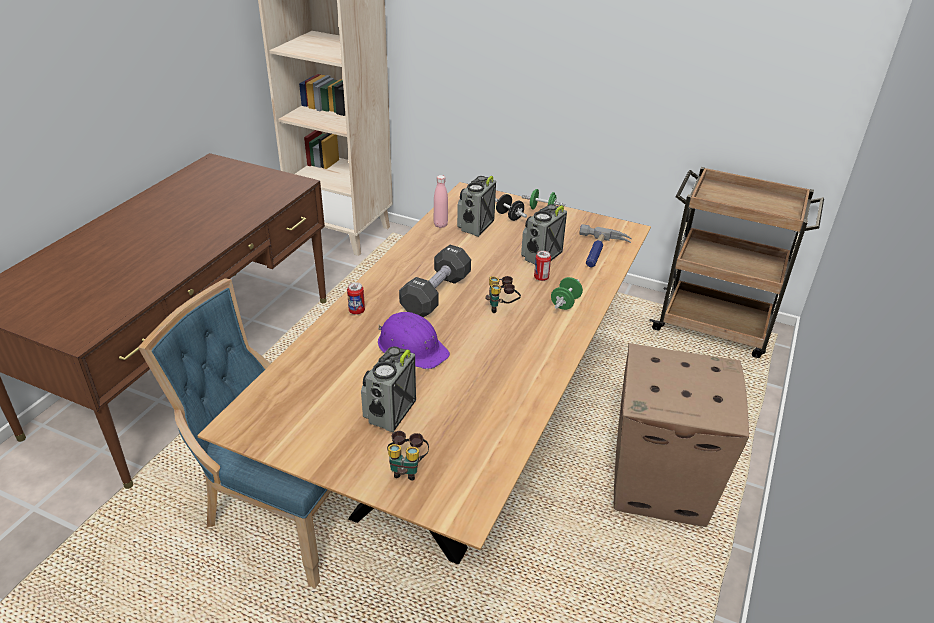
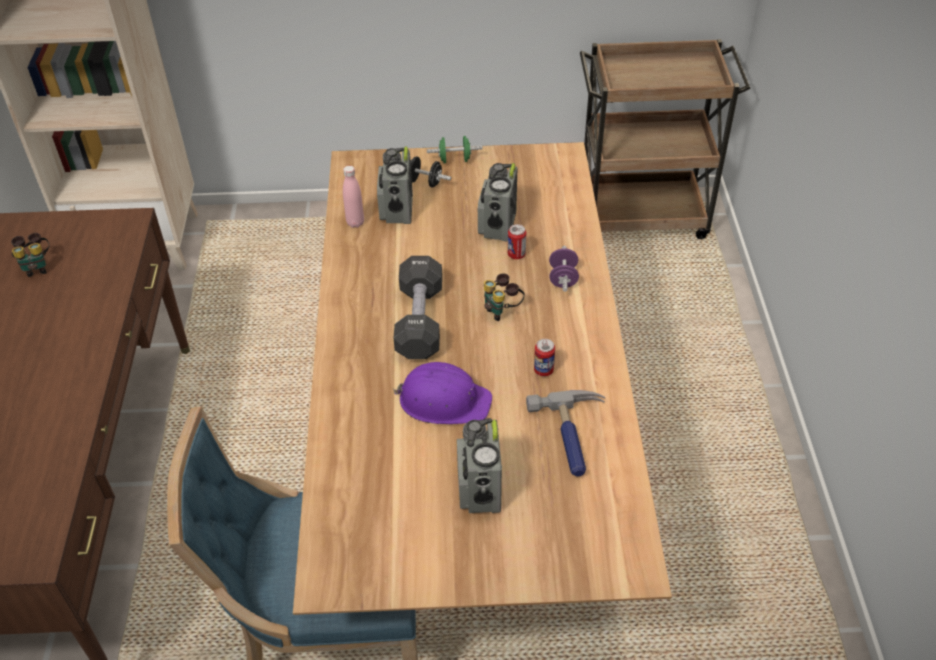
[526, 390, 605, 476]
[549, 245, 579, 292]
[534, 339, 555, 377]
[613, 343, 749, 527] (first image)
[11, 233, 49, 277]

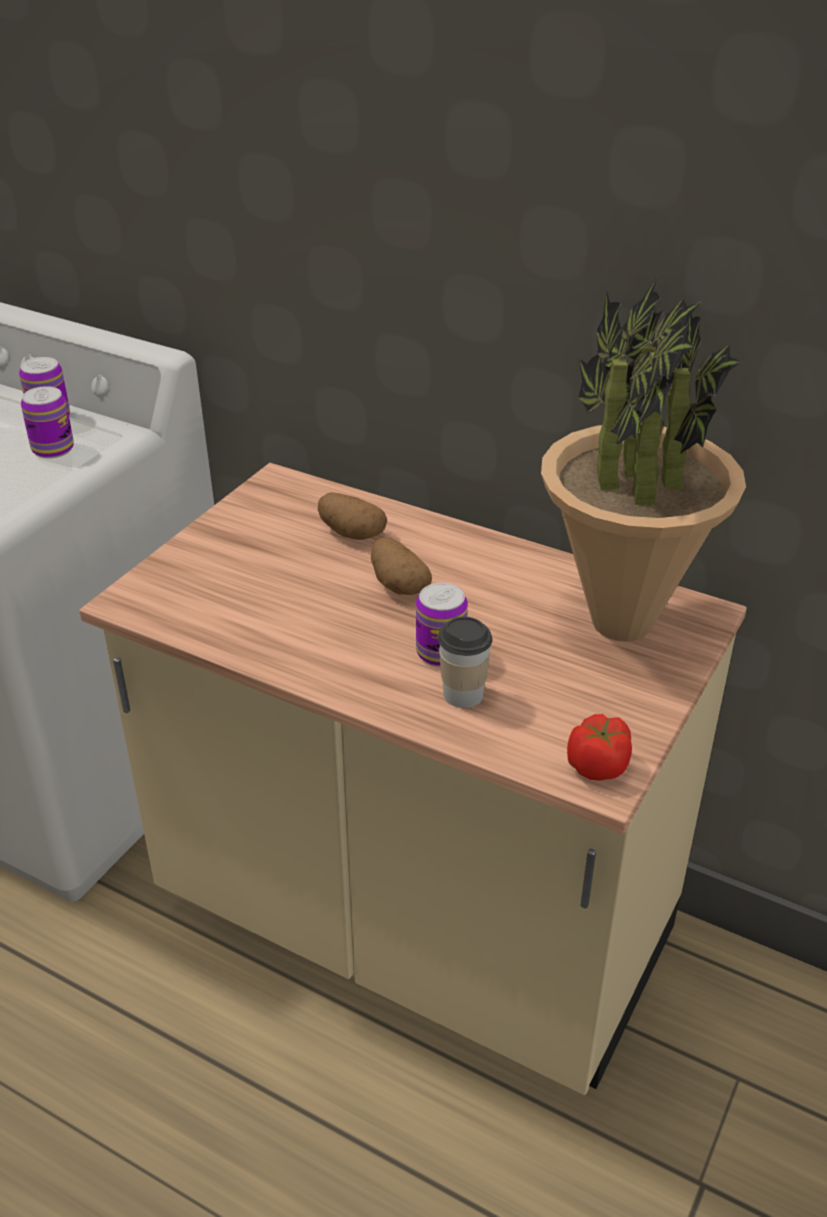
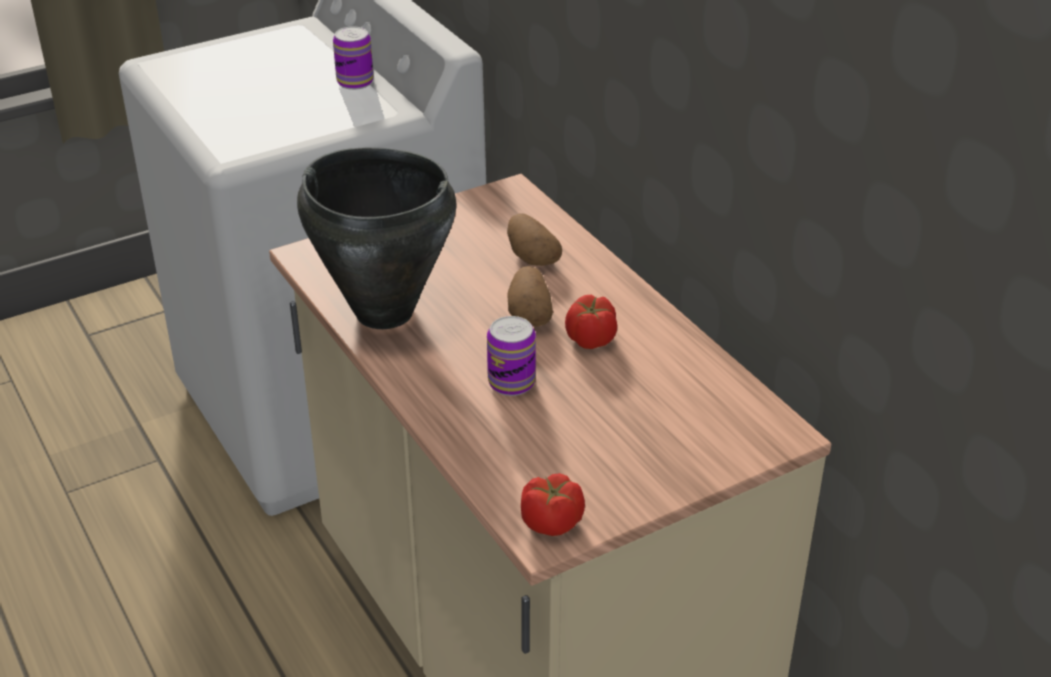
[541, 277, 746, 642] (first image)
[21, 386, 74, 459] (first image)
[438, 616, 492, 708] (first image)
[297, 147, 456, 329]
[565, 295, 617, 349]

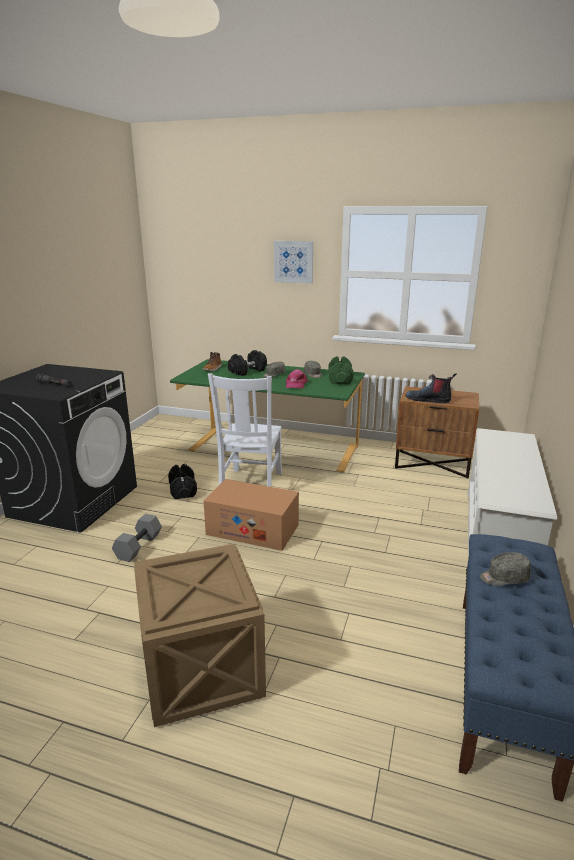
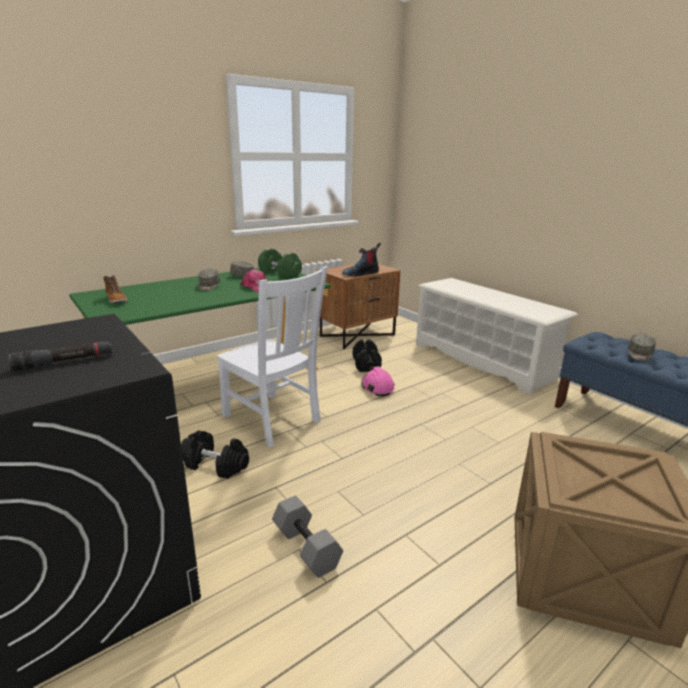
[274, 241, 313, 284] (first image)
[353, 339, 382, 372]
[204, 479, 299, 551] (first image)
[361, 366, 395, 396]

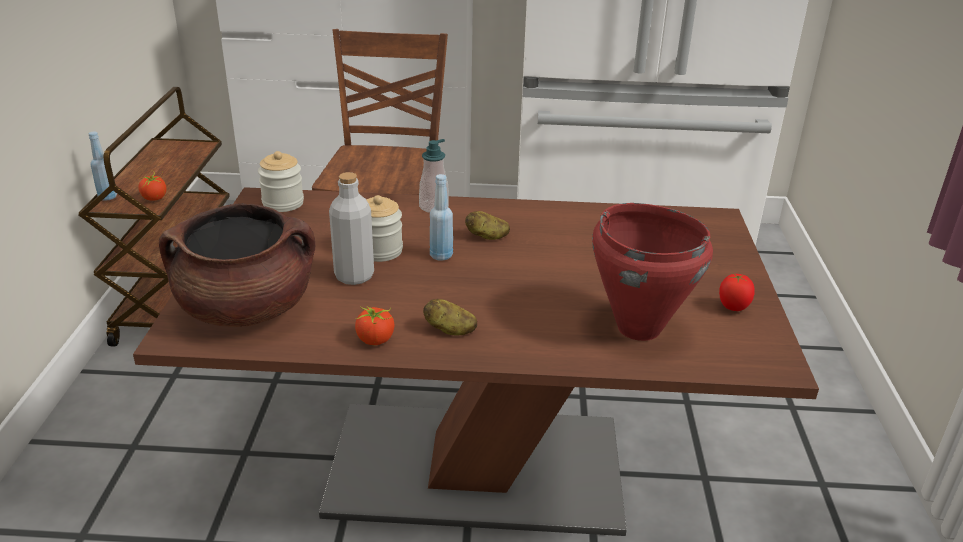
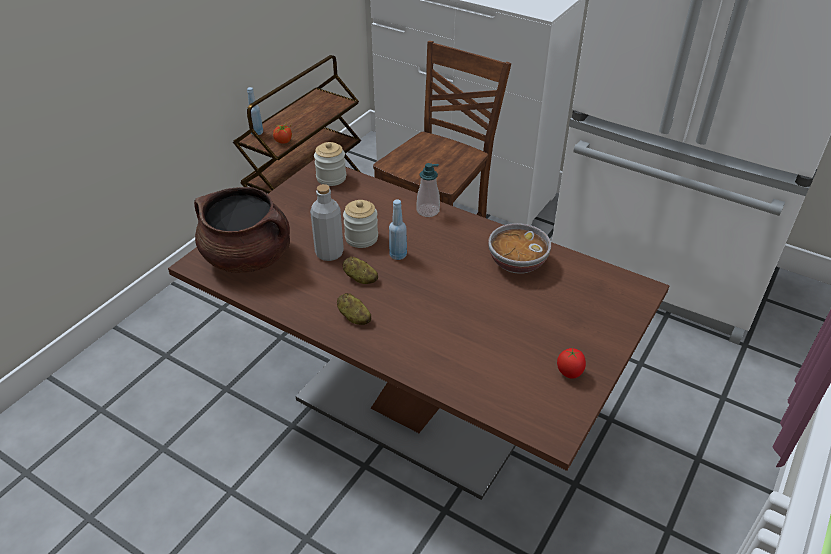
[592, 203, 713, 341] (first image)
[343, 257, 378, 284]
[355, 306, 394, 345] (first image)
[488, 223, 551, 274]

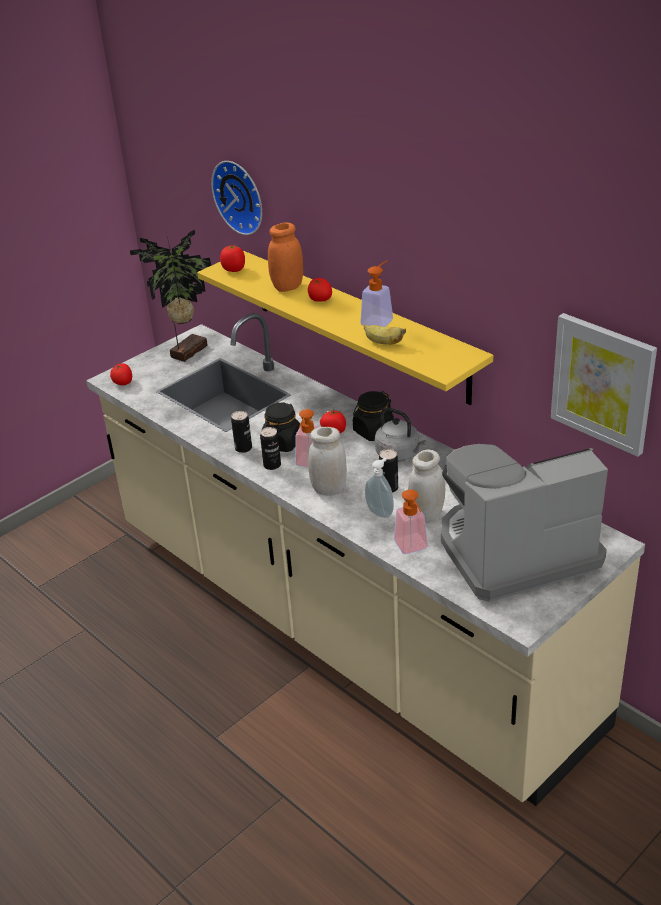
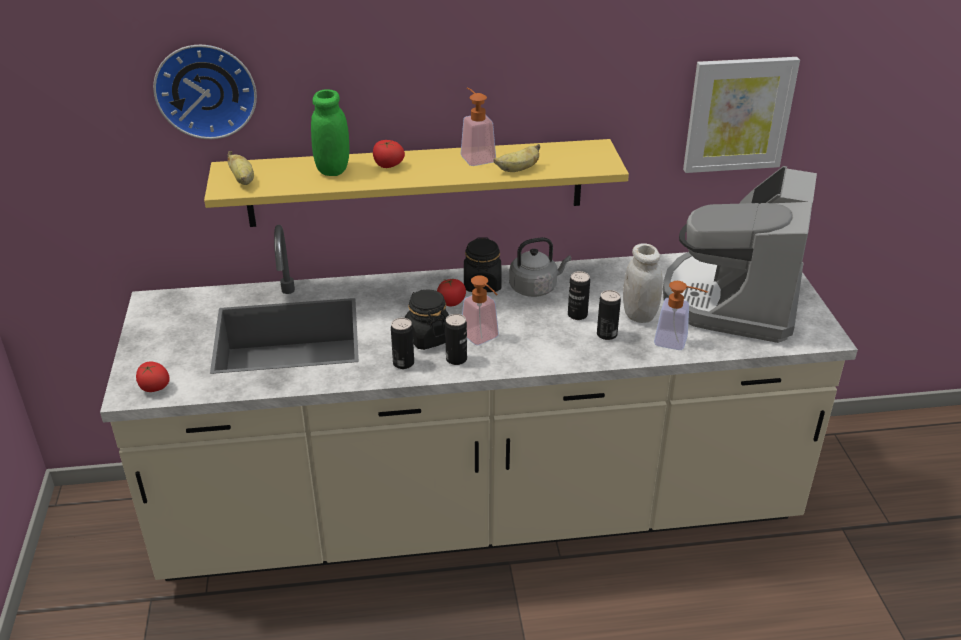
[311, 89, 349, 176]
[130, 229, 211, 362] (first image)
[227, 151, 254, 185]
[308, 427, 347, 496] (first image)
[597, 290, 621, 340]

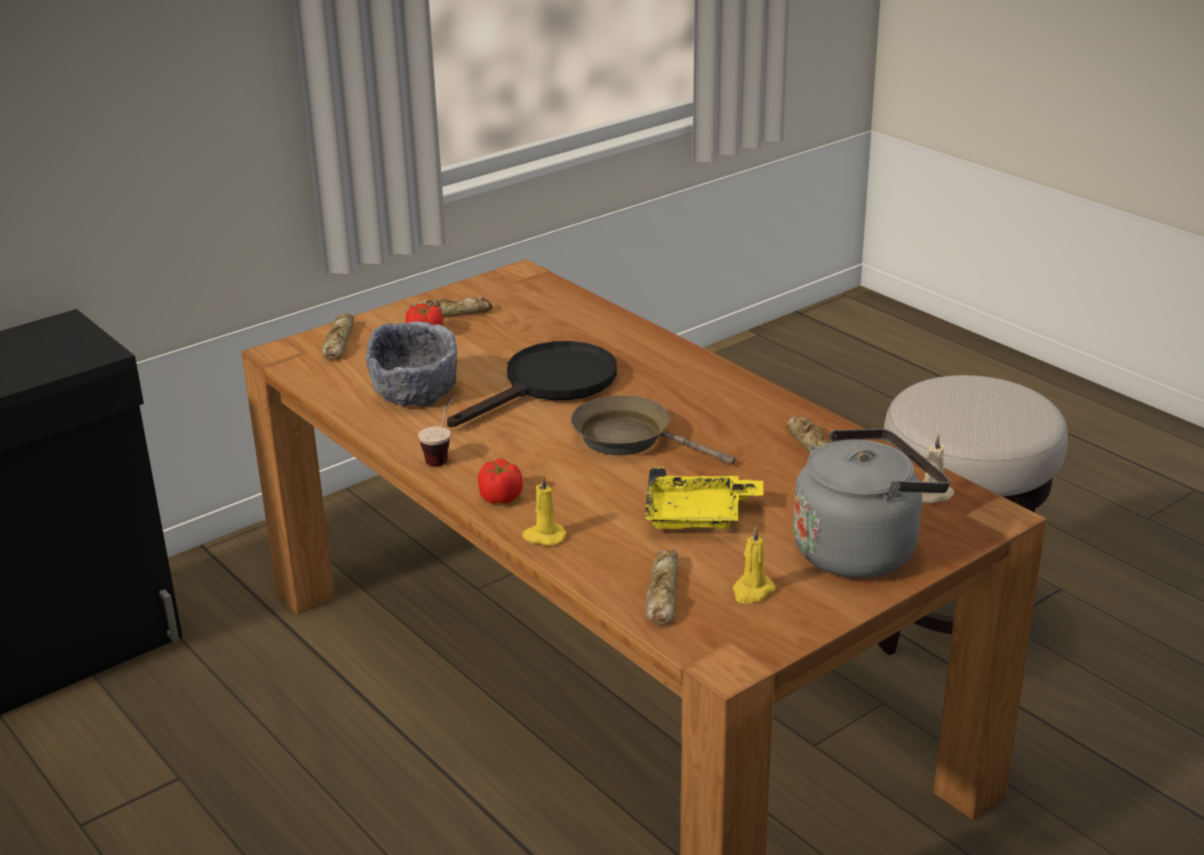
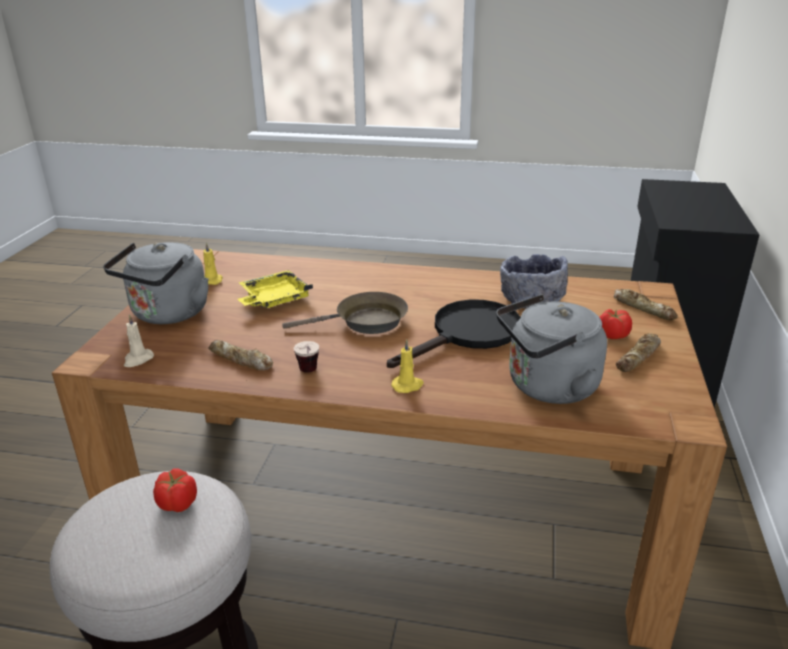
[387, 299, 521, 368]
[294, 341, 319, 373]
[153, 468, 197, 512]
[391, 339, 424, 393]
[646, 550, 678, 625] (first image)
[496, 294, 607, 404]

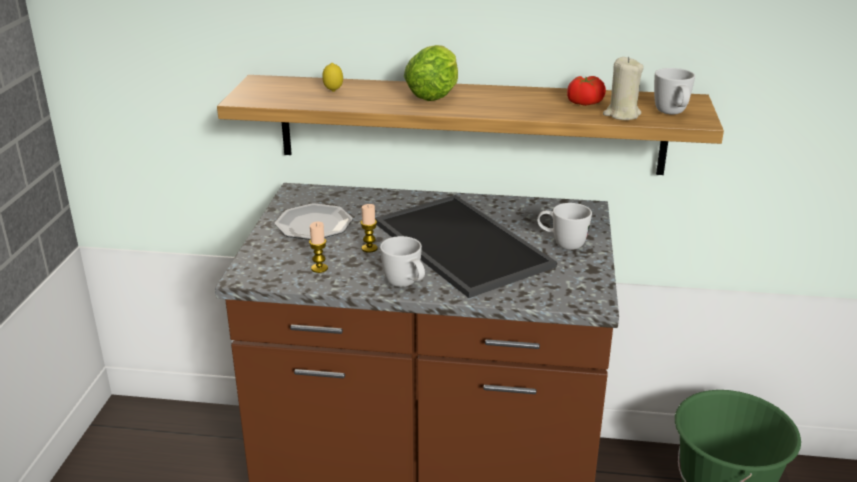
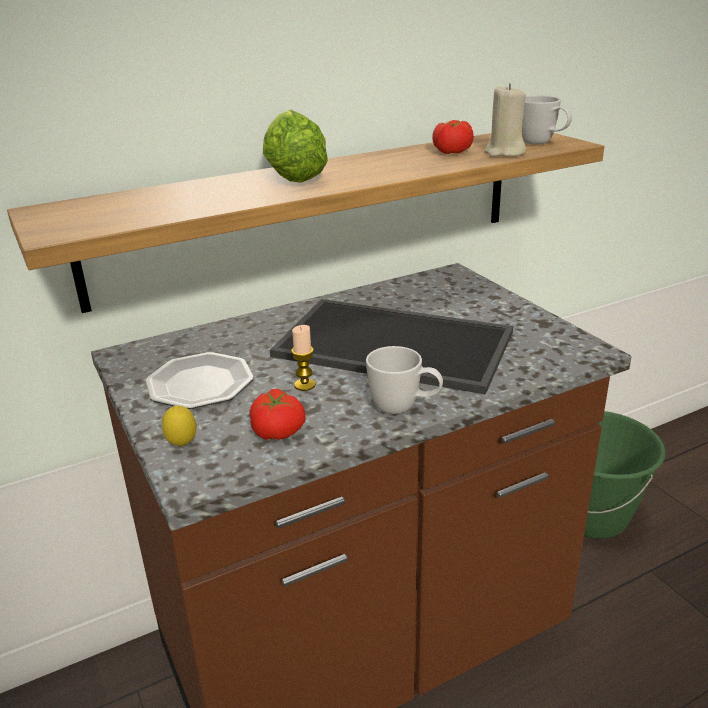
[162, 405, 196, 446]
[537, 203, 592, 250] (first image)
[249, 389, 306, 440]

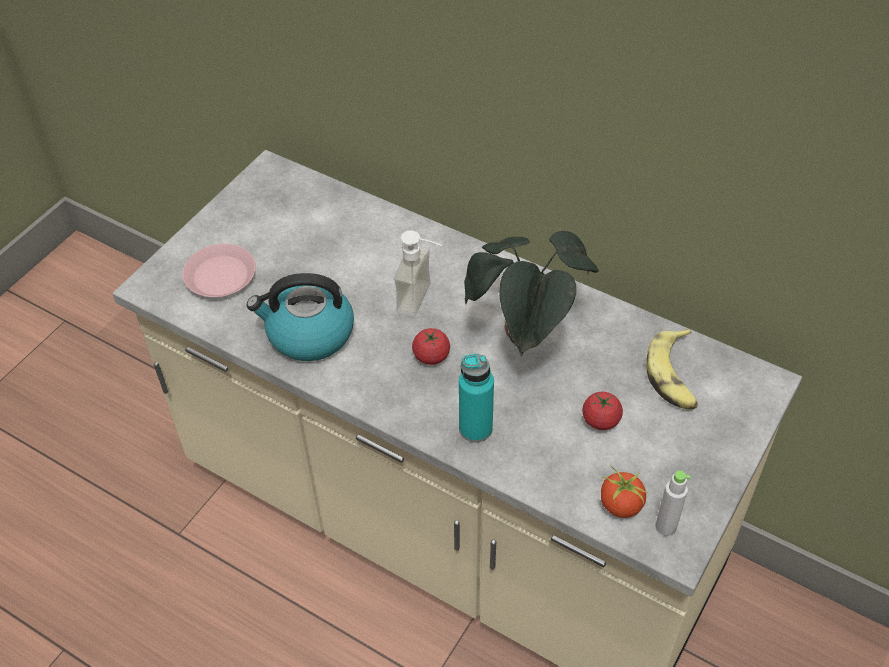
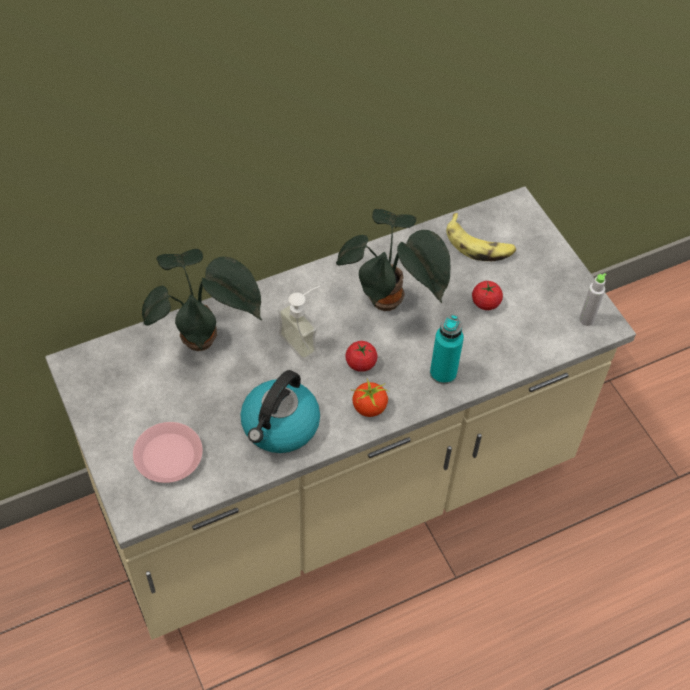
[352, 379, 389, 417]
[142, 249, 262, 351]

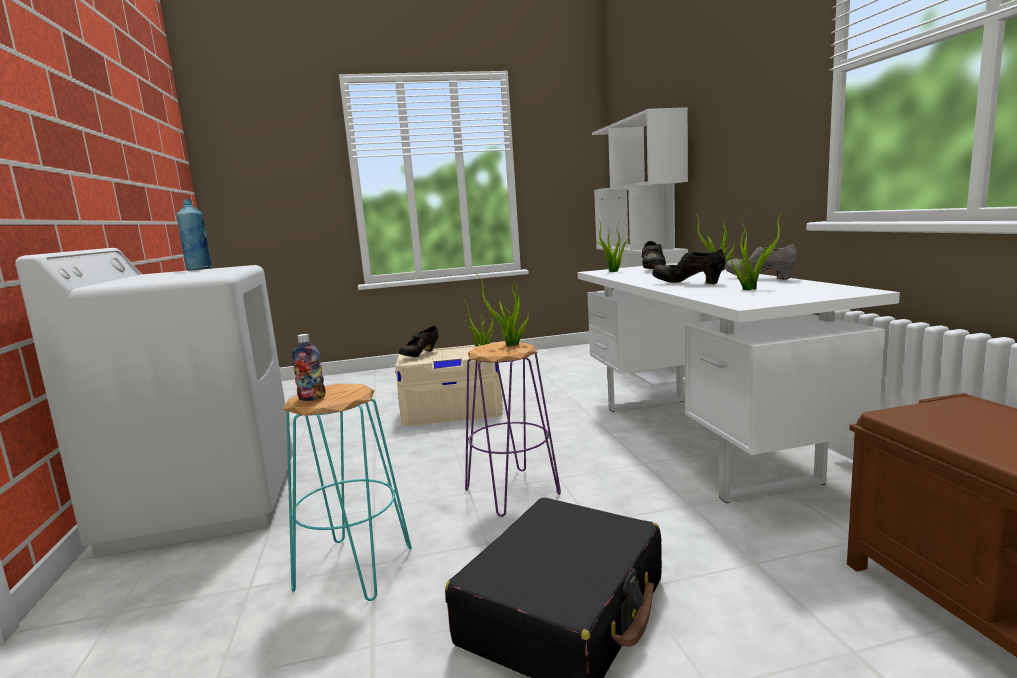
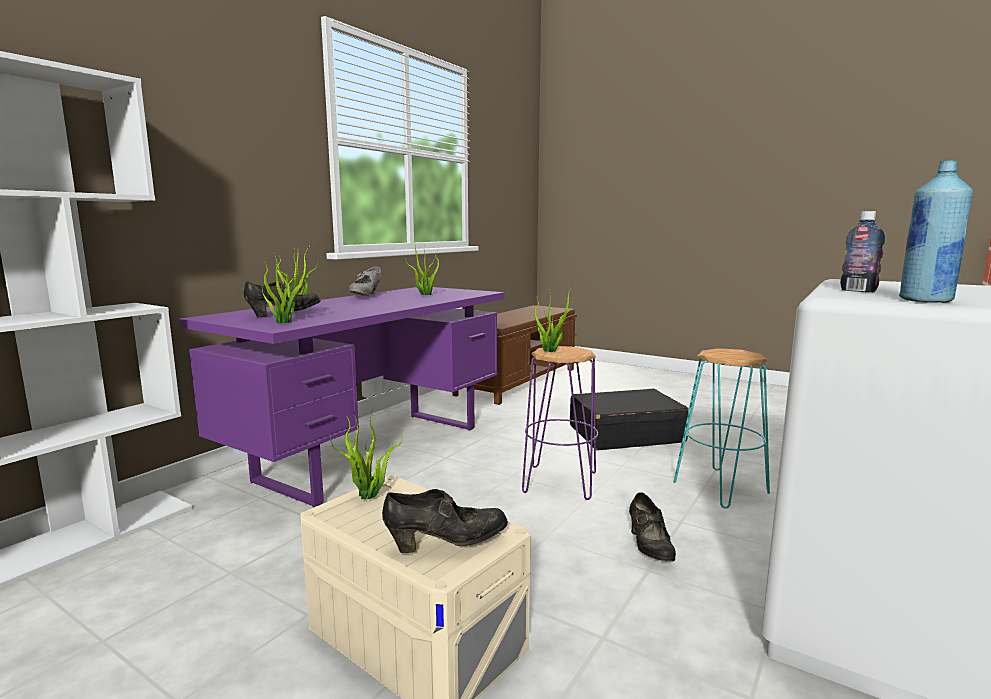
[629, 492, 676, 562]
[180, 287, 504, 507]
[840, 211, 885, 292]

